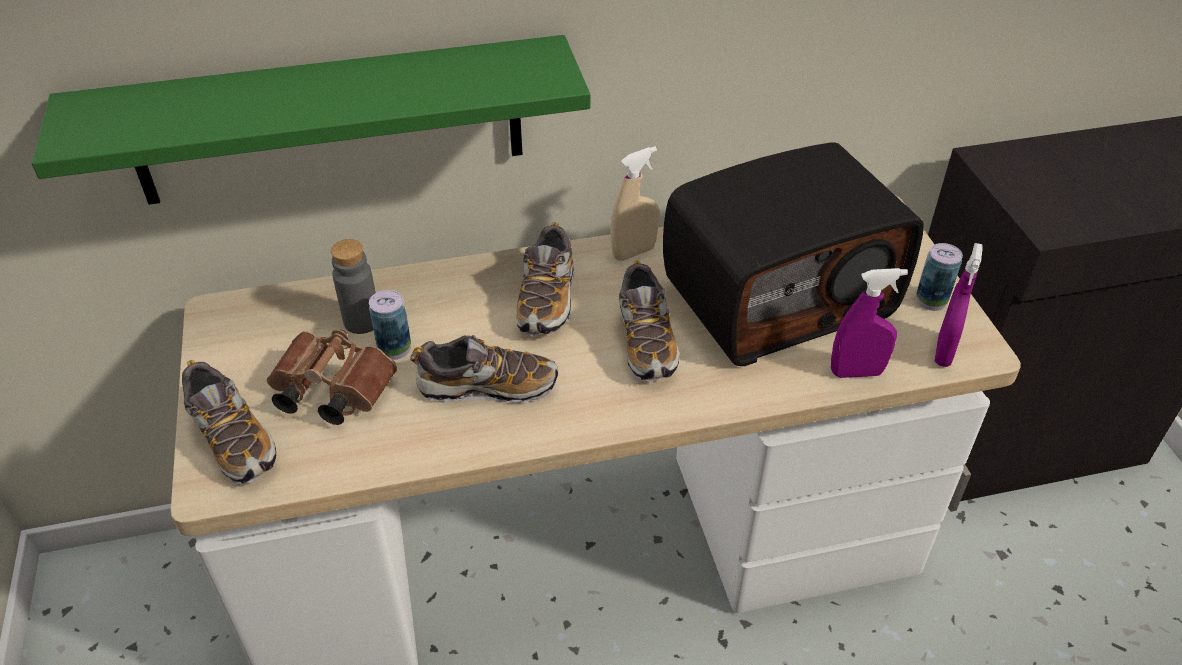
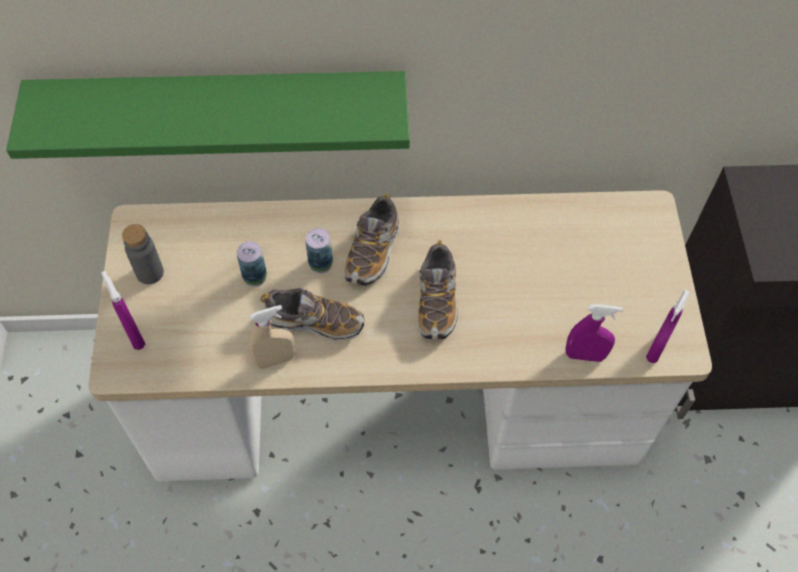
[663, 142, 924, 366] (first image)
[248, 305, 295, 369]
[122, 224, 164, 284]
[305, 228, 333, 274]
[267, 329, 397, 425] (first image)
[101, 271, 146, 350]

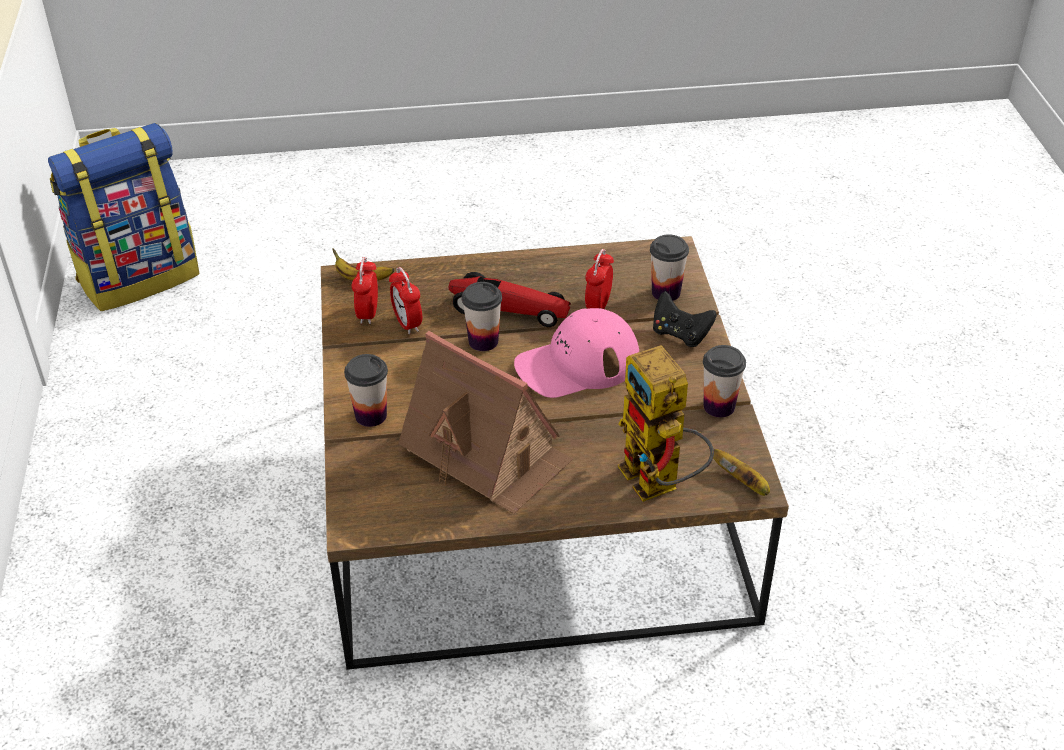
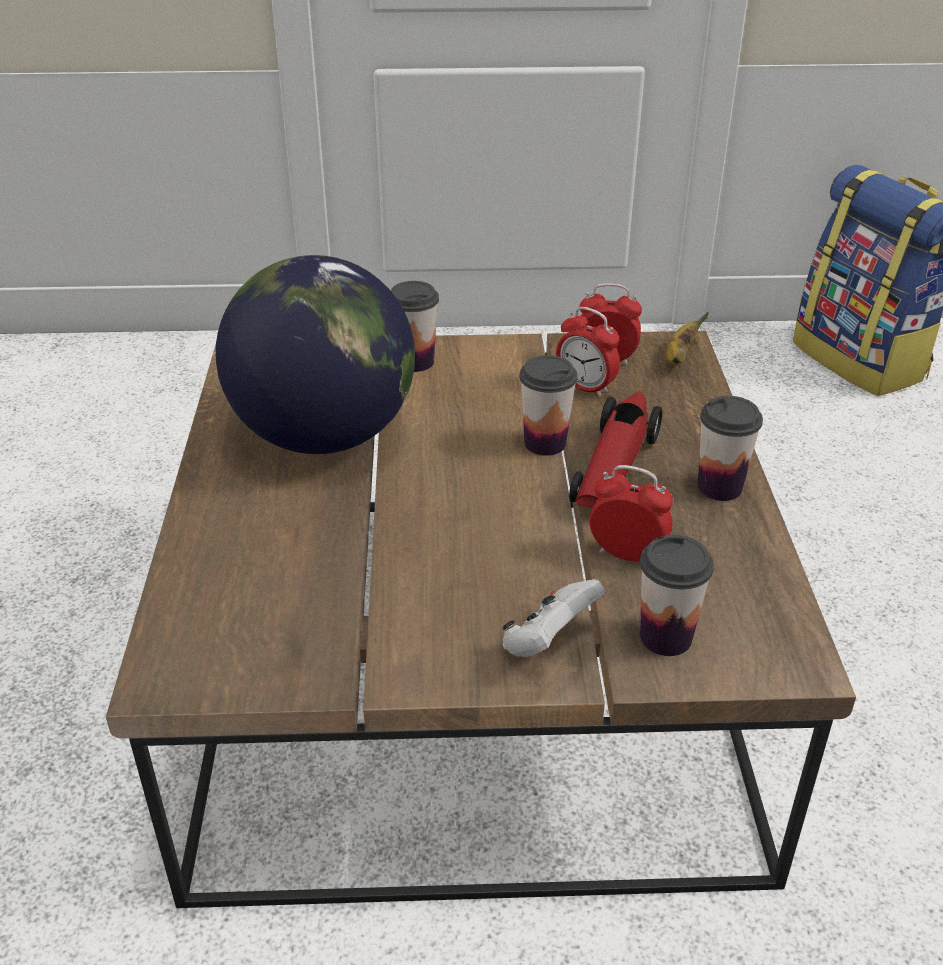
[556, 307, 620, 397]
[502, 579, 605, 657]
[514, 308, 639, 398] (first image)
[216, 255, 415, 454]
[618, 345, 714, 502] (first image)
[698, 396, 763, 501]
[713, 449, 770, 496] (first image)

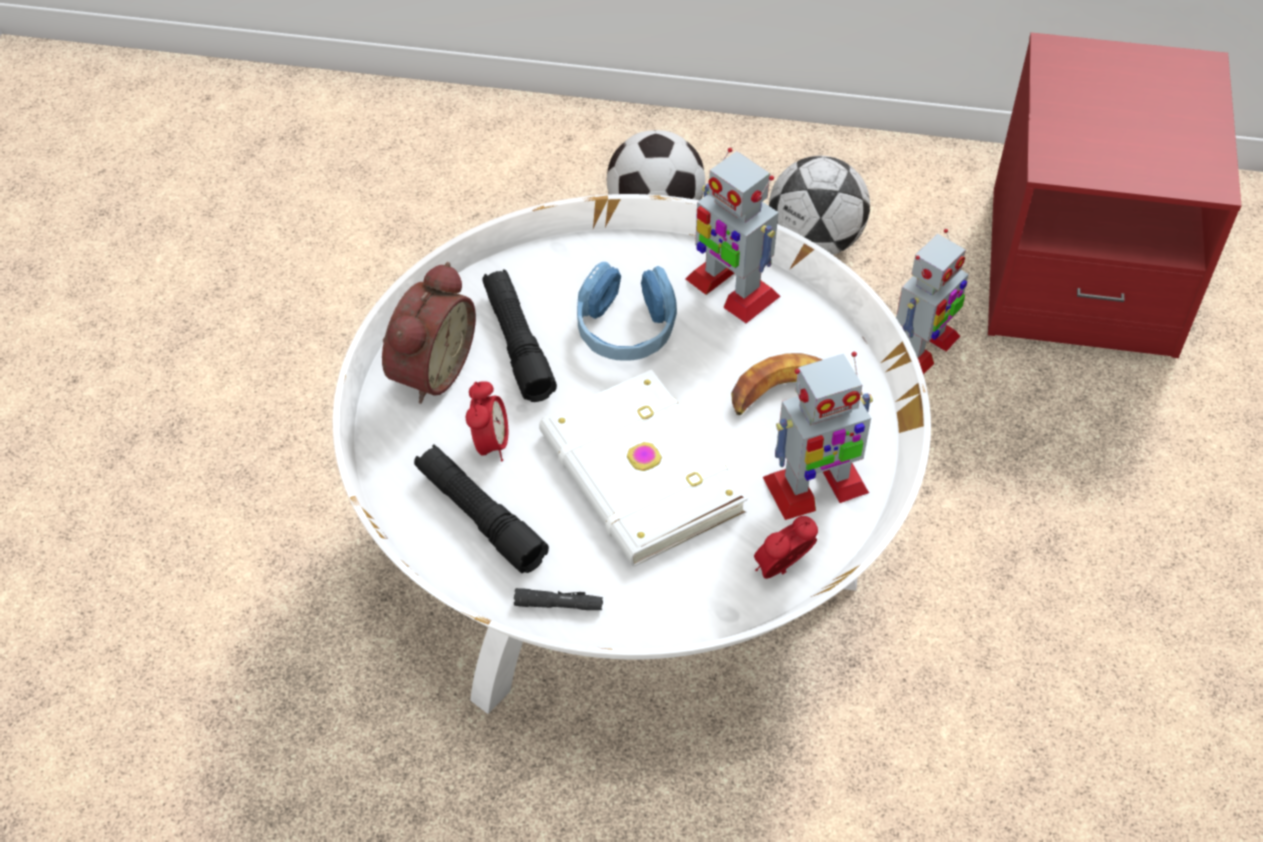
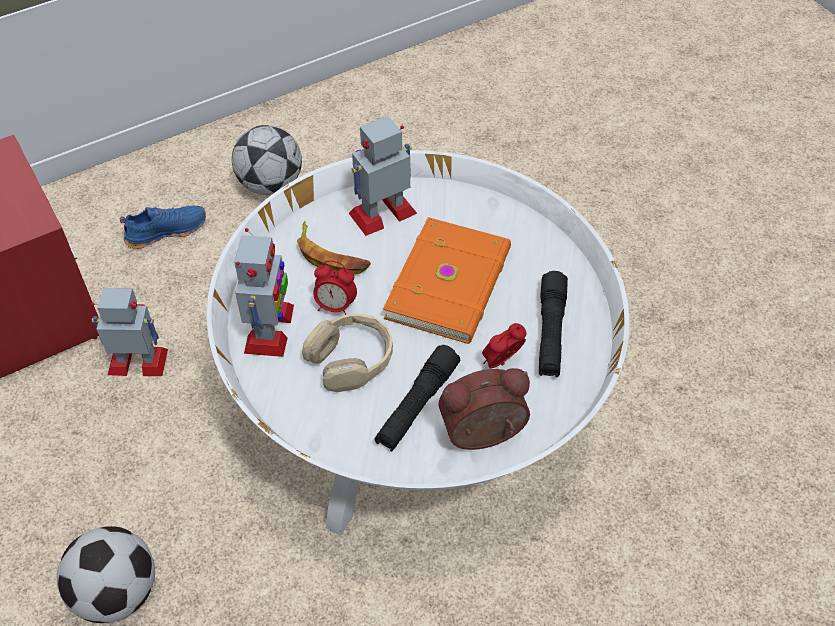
[232, 125, 302, 195]
[302, 313, 393, 392]
[349, 116, 417, 236]
[383, 217, 511, 344]
[313, 260, 357, 315]
[514, 588, 603, 610] (first image)
[119, 206, 206, 249]

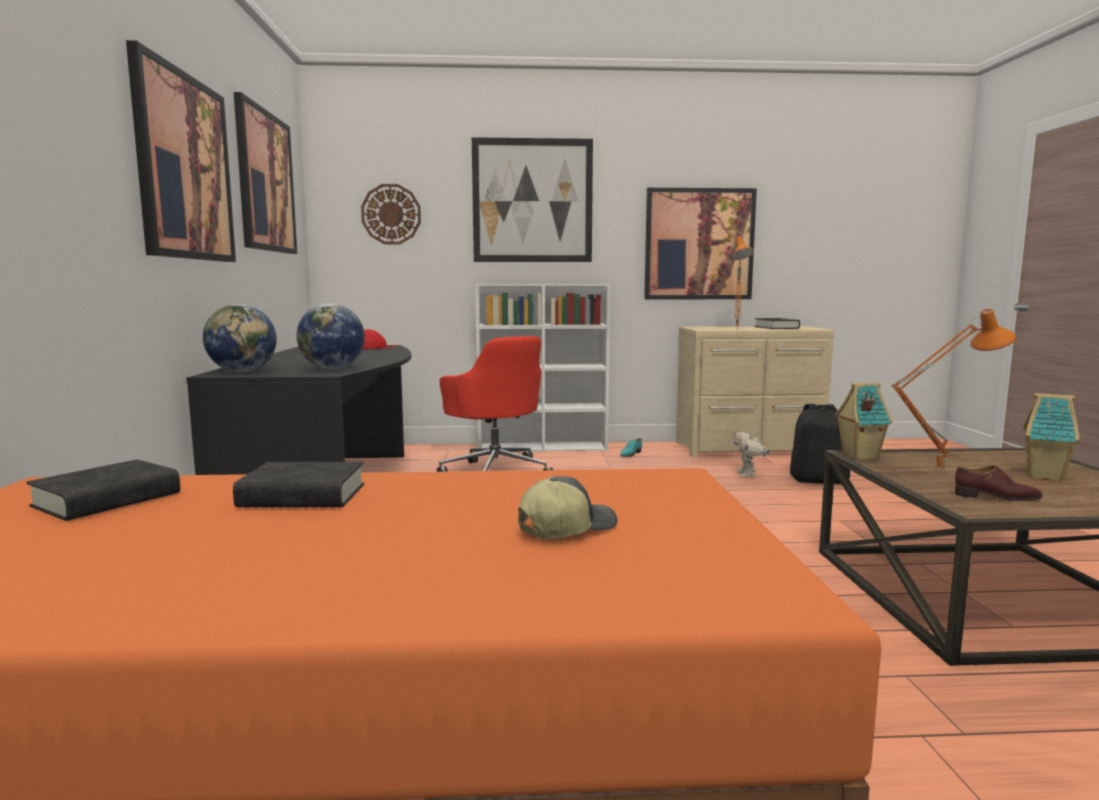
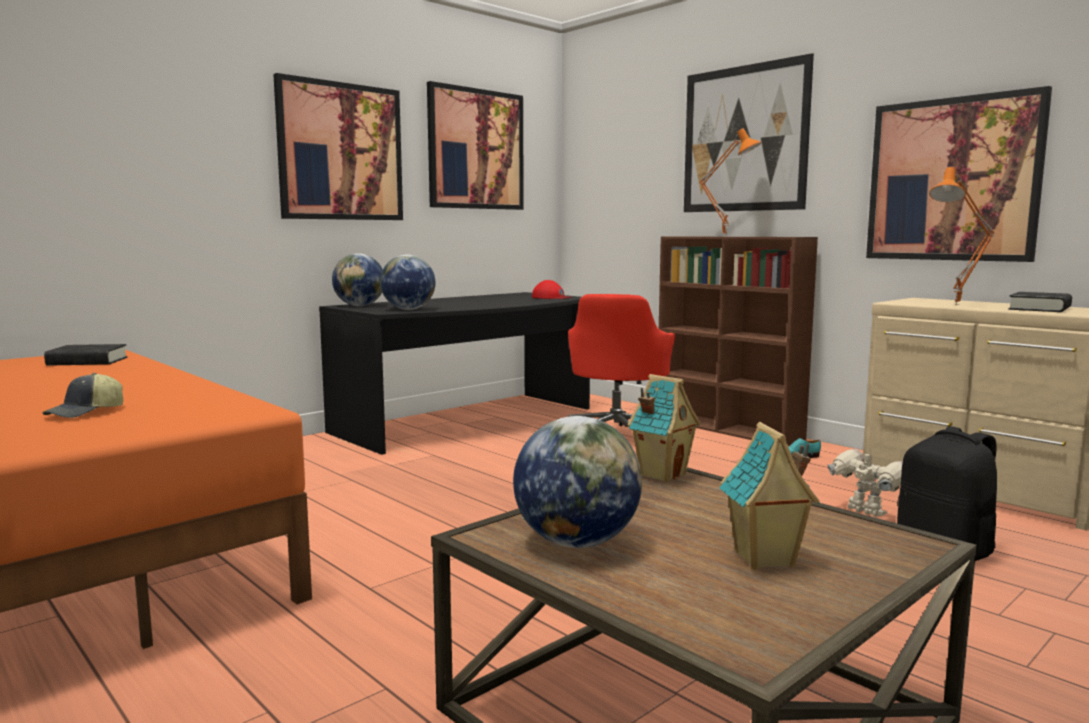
[361, 184, 421, 244] (first image)
[659, 237, 818, 446]
[699, 128, 762, 233]
[827, 449, 903, 517]
[233, 462, 364, 507] (first image)
[513, 416, 642, 548]
[42, 373, 123, 418]

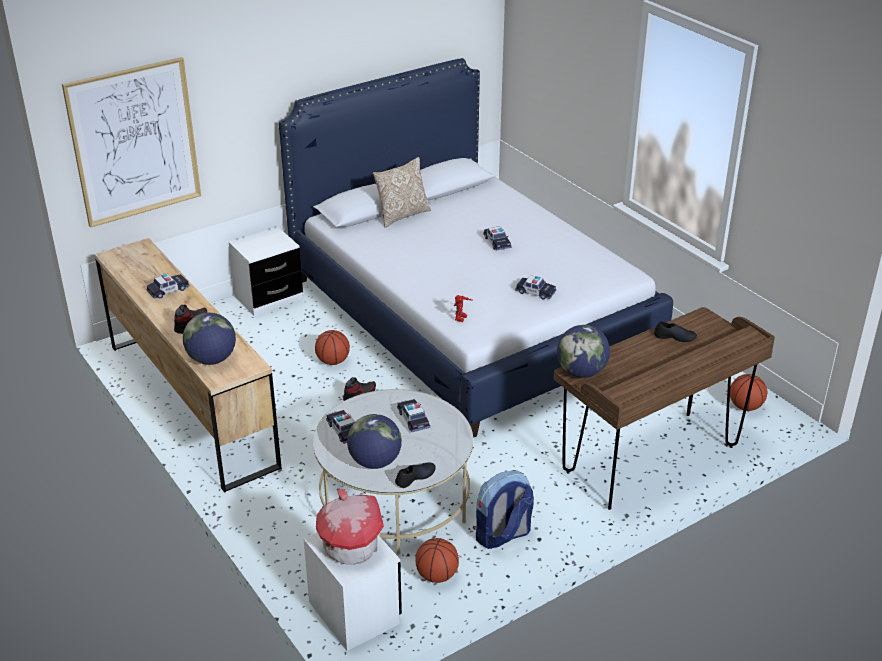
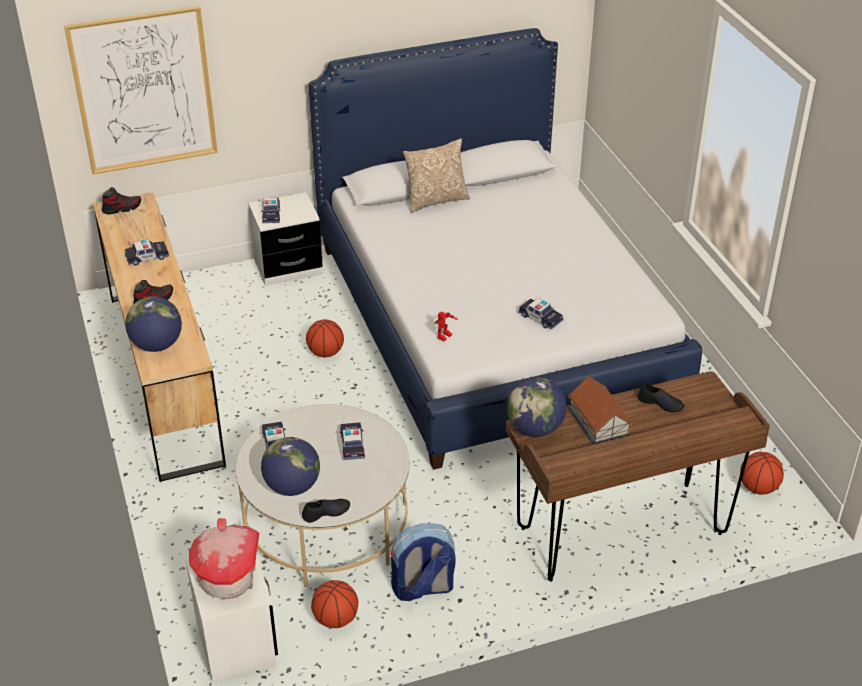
[261, 197, 280, 223]
[102, 187, 141, 214]
[568, 376, 632, 445]

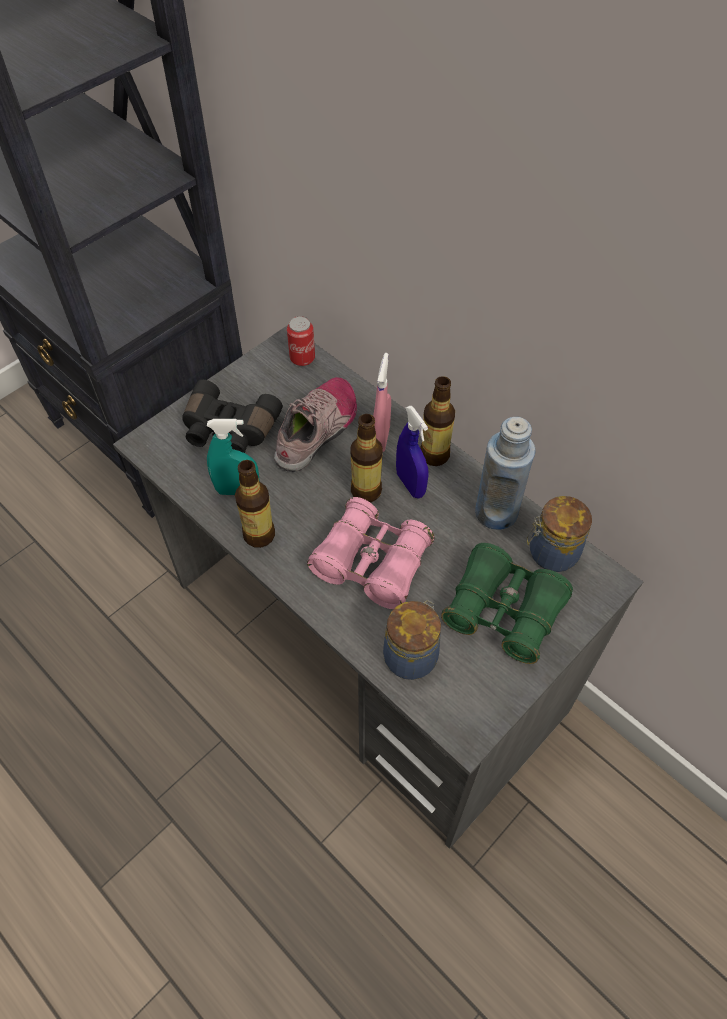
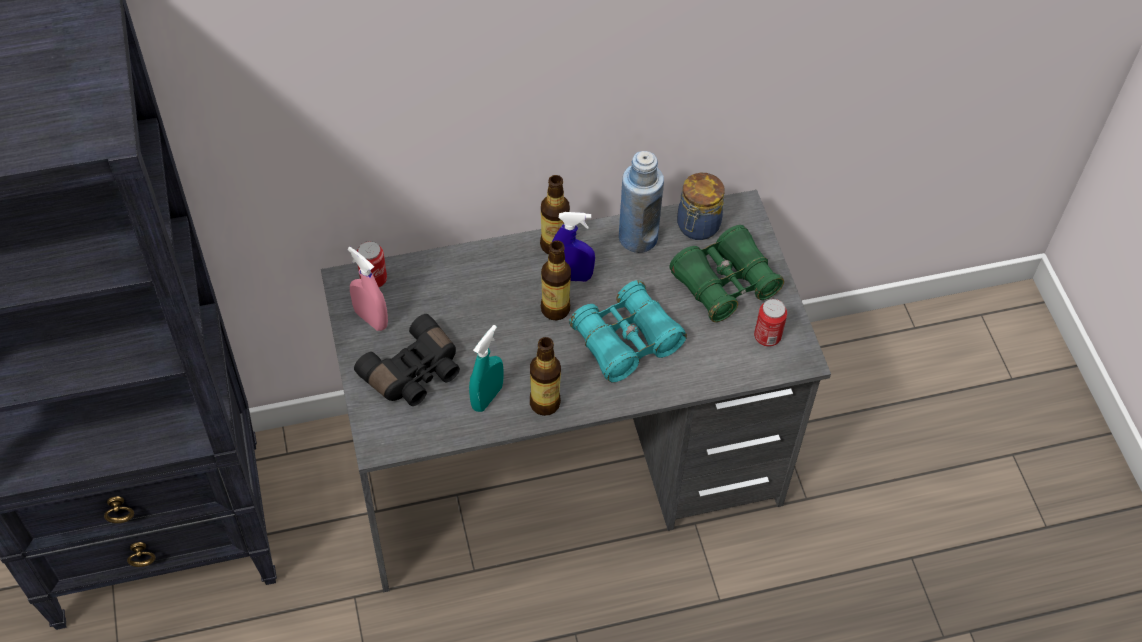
[347, 247, 388, 331]
[274, 377, 357, 472] (first image)
[569, 280, 687, 382]
[383, 600, 441, 680] (first image)
[754, 299, 787, 347]

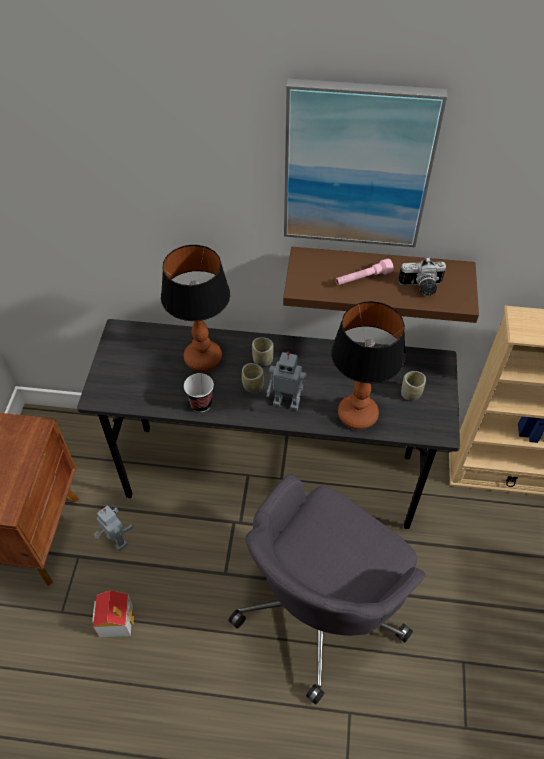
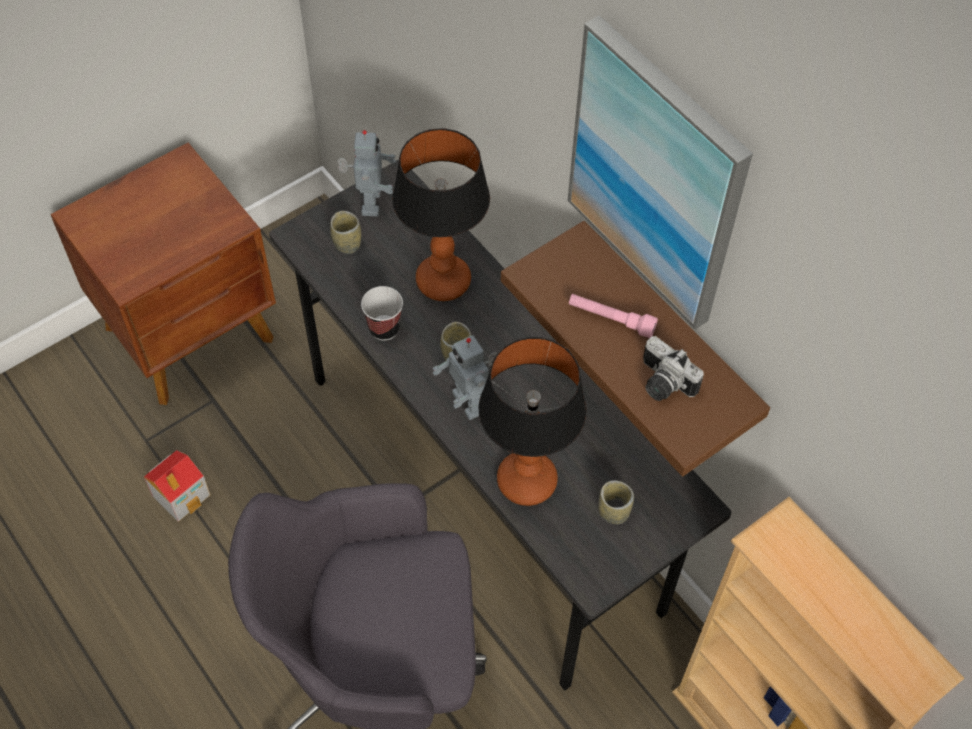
[330, 211, 361, 254]
[337, 130, 396, 216]

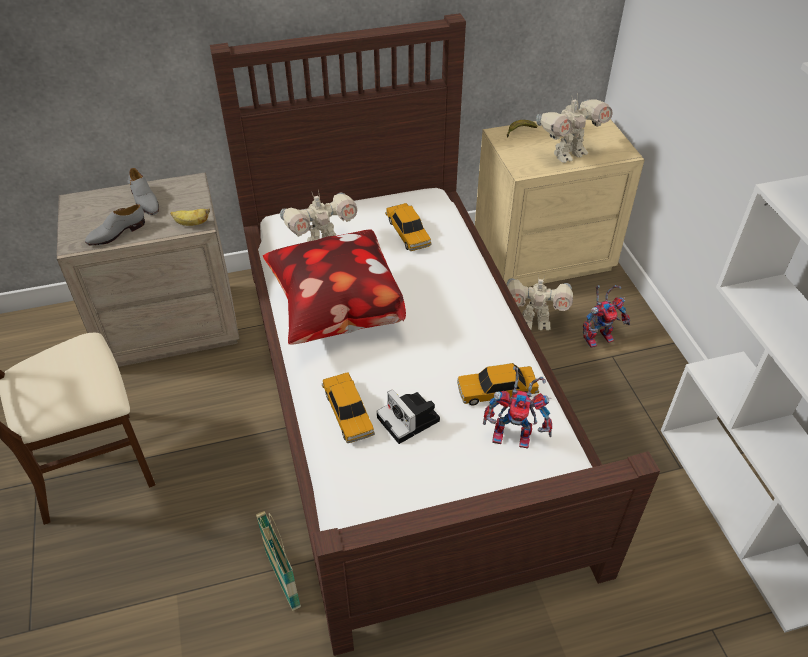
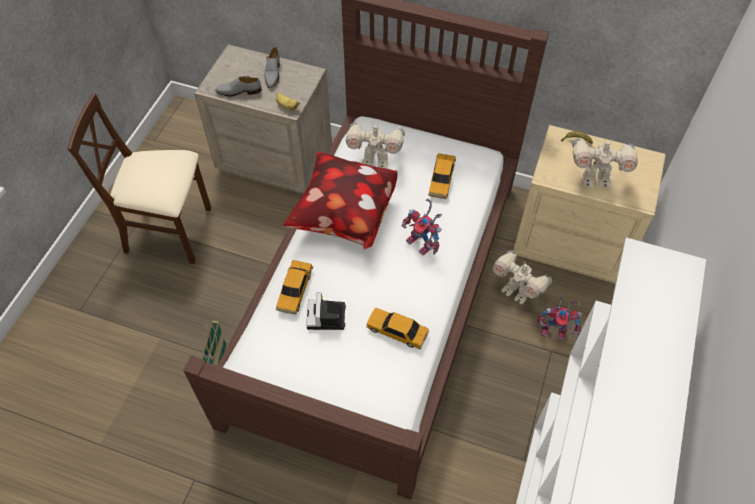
[402, 199, 442, 256]

